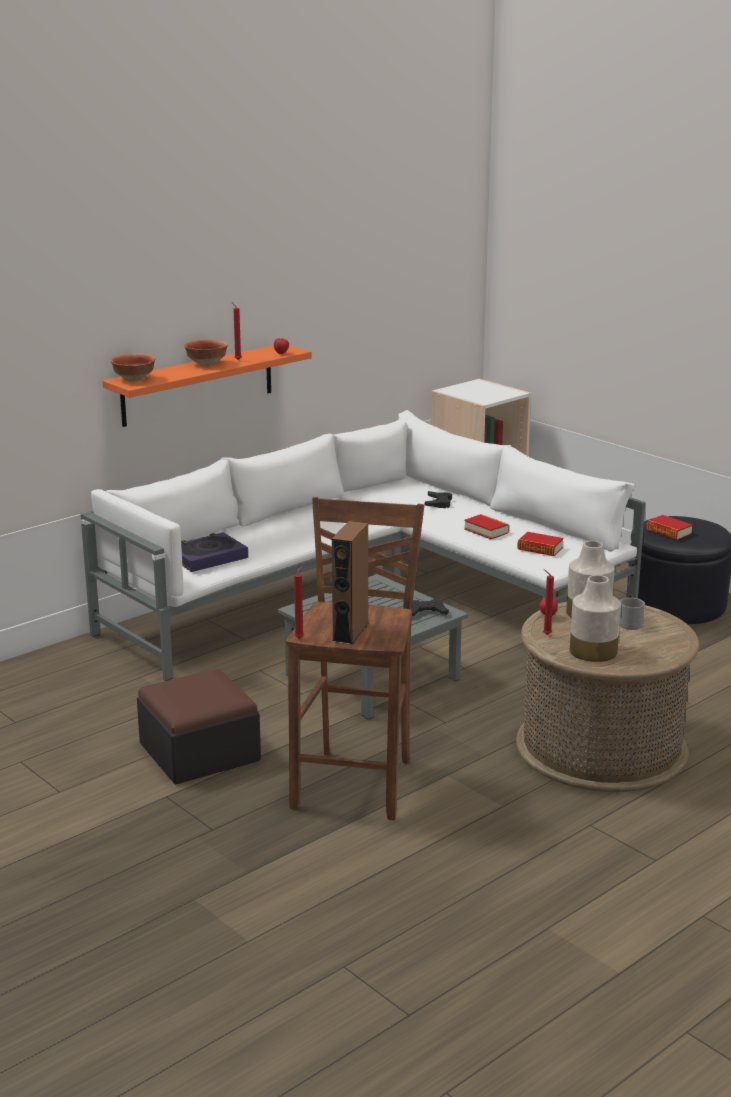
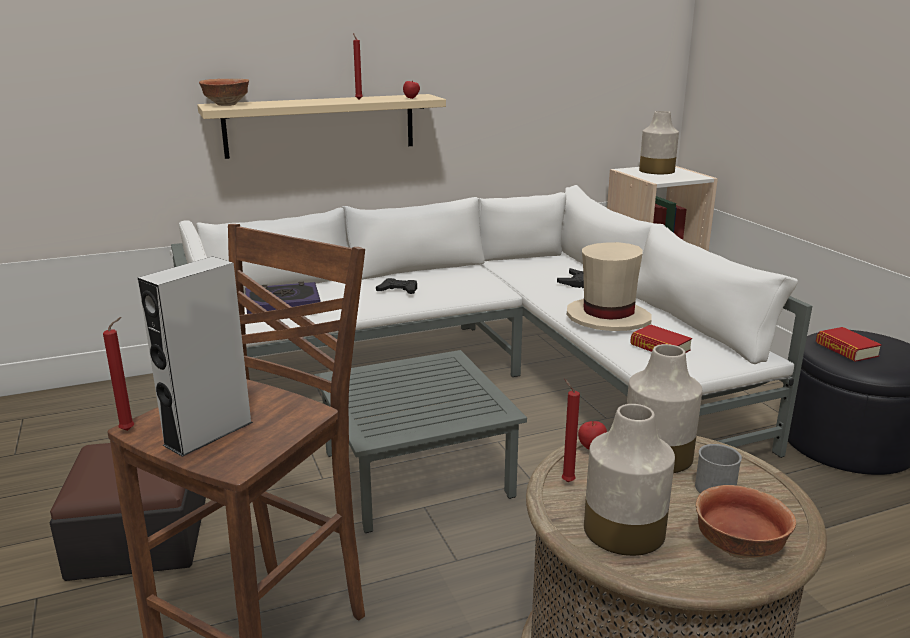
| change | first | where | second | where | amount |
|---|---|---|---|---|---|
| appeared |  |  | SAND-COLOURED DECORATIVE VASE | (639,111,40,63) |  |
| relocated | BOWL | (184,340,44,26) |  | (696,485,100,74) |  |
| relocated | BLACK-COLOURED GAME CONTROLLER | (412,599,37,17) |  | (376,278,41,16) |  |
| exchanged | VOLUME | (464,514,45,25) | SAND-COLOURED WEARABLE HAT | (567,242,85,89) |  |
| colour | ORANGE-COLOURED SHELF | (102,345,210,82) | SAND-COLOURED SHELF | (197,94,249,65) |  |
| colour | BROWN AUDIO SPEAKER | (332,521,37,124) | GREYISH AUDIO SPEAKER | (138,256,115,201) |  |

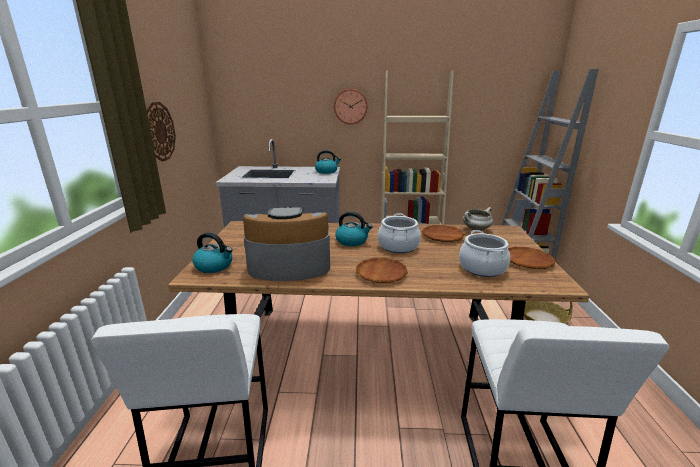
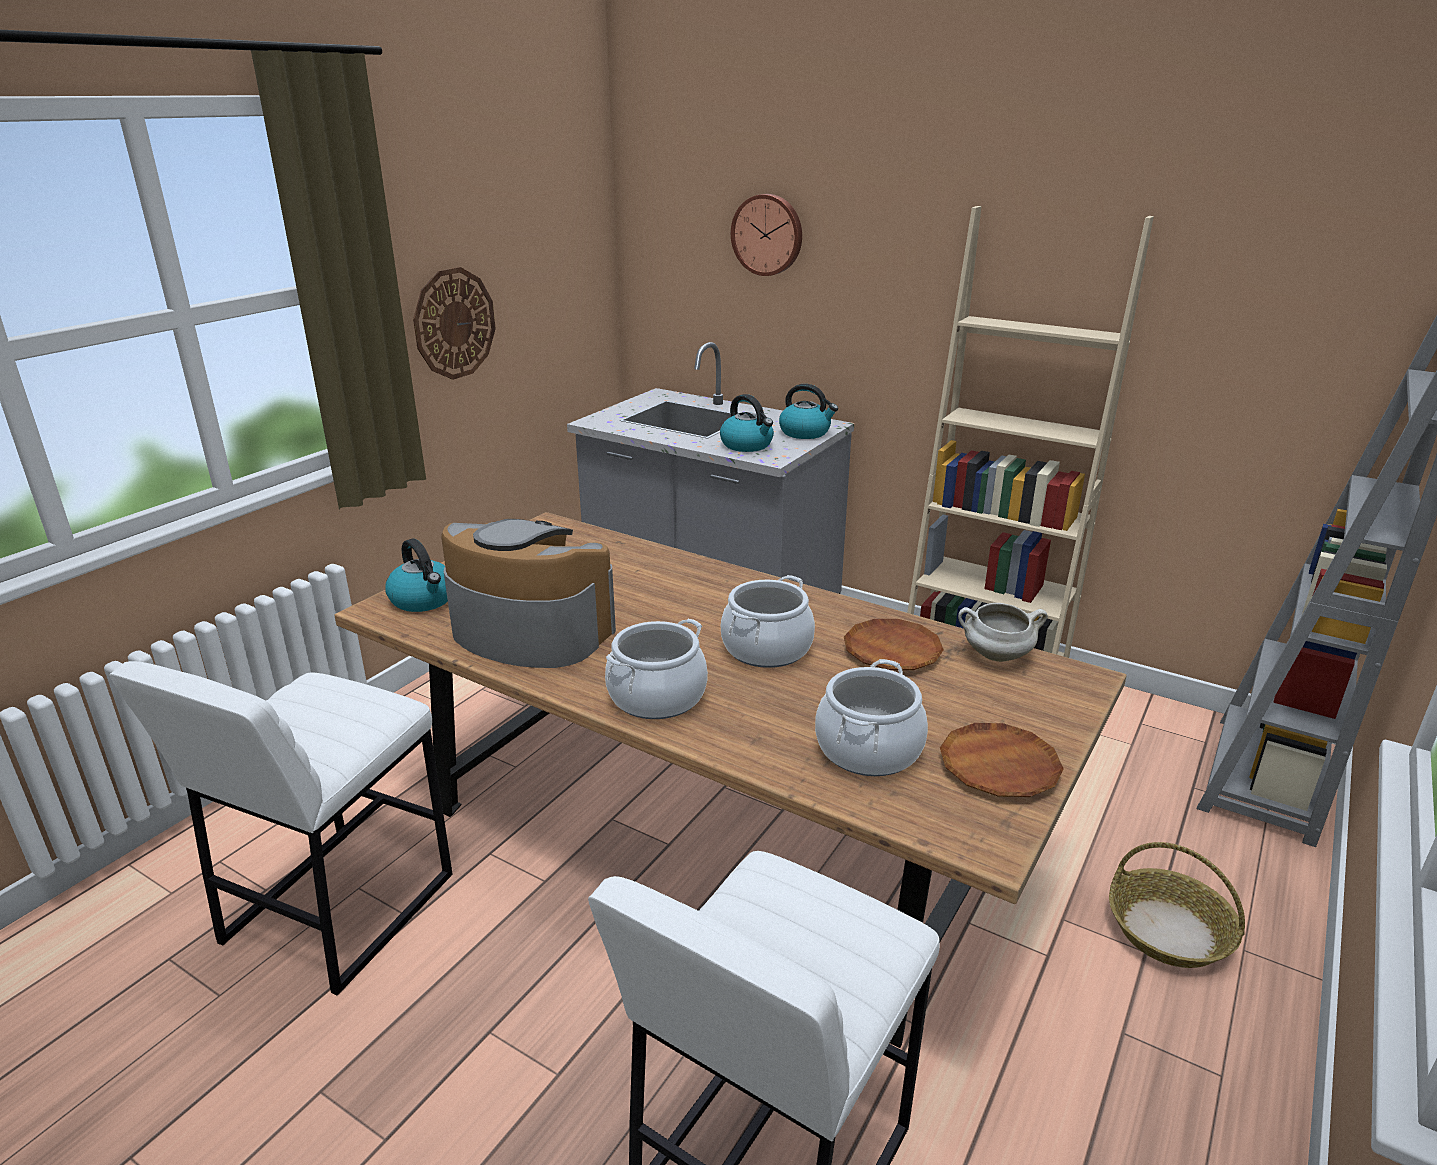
| change | first | where | second | where | amount |
|---|---|---|---|---|---|
| relocated | WALL CLOCK | (334,89,33,35) |  | (731,194,71,82) |  |
| relocated | TEA KETTLE | (335,212,38,34) |  | (720,394,54,58) |  |
| exchanged | BROWN FLAT DISH | (356,258,52,25) | STOCKPOT | (605,619,103,100) |  |

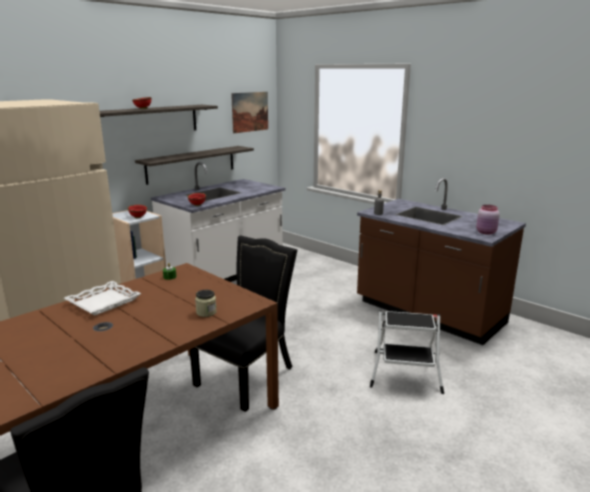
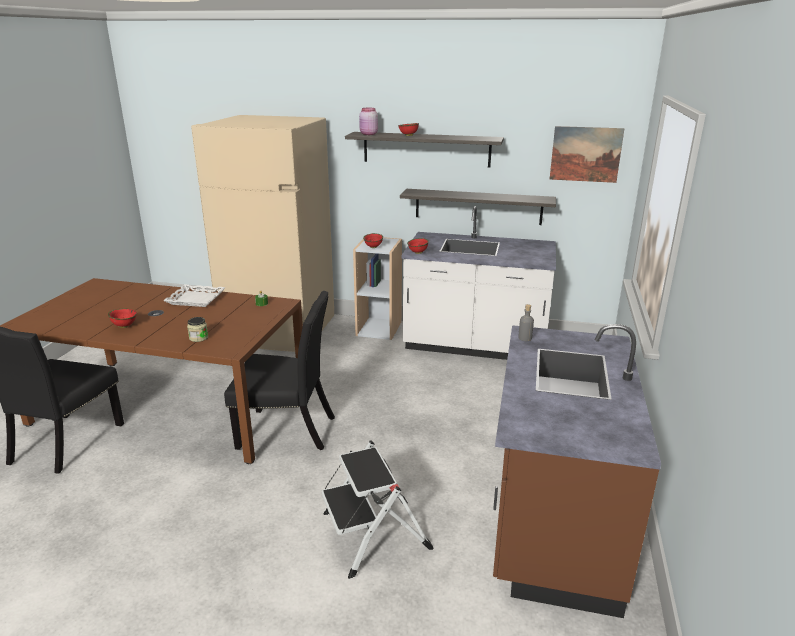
| change | first | where | second | where | amount |
|---|---|---|---|---|---|
| appeared |  |  | REDDISH BOWL | (108,308,29,20) |  |
| relocated | PINK-COLOURED PRESERVE JAR | (476,205,24,30) |  | (359,108,19,27) |  |

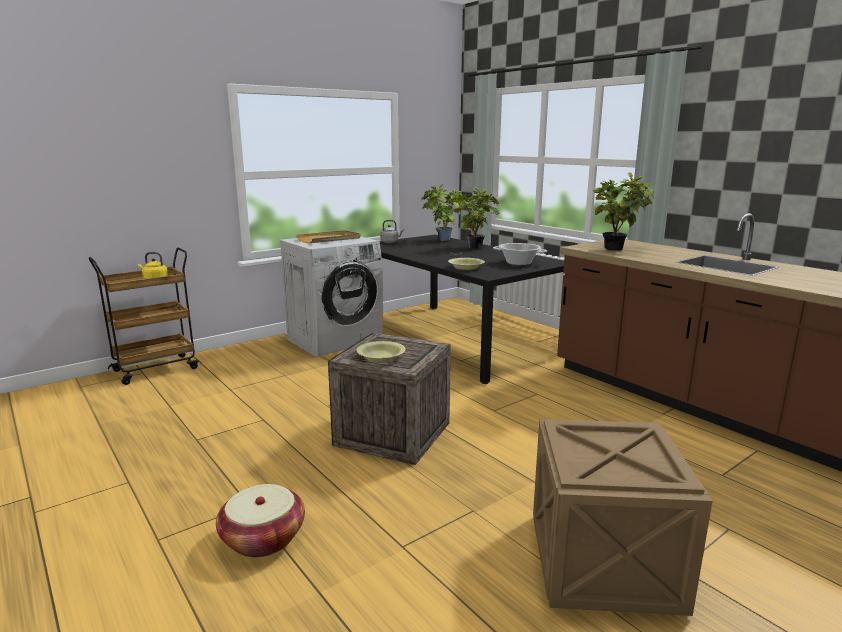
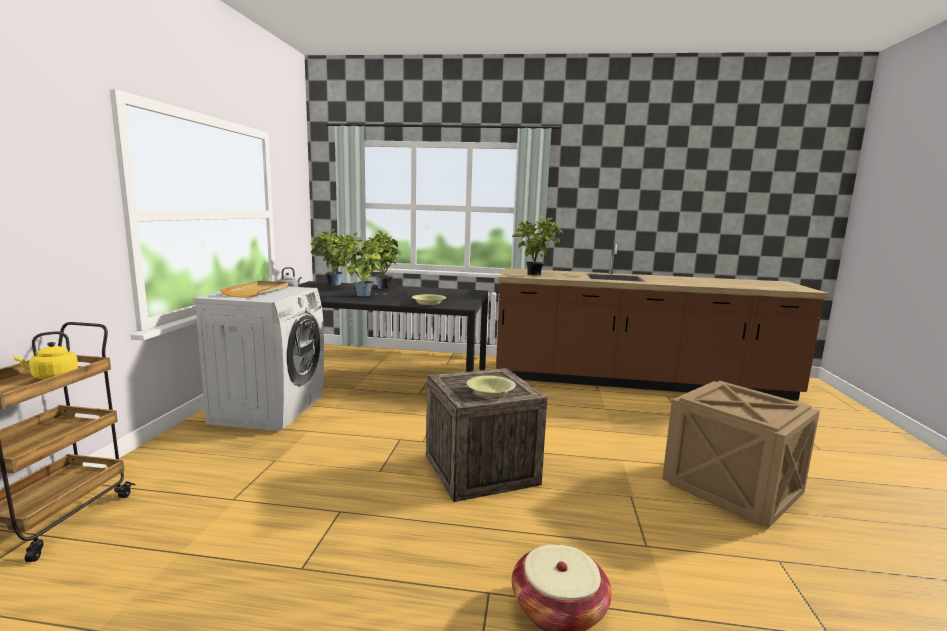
| change | first | where | second | where | amount |
|---|---|---|---|---|---|
| missing | STOCKPOT | (493,243,54,22) |  |  |  |
| appeared |  |  | POTTED PLANT | (333,233,51,64) |  |

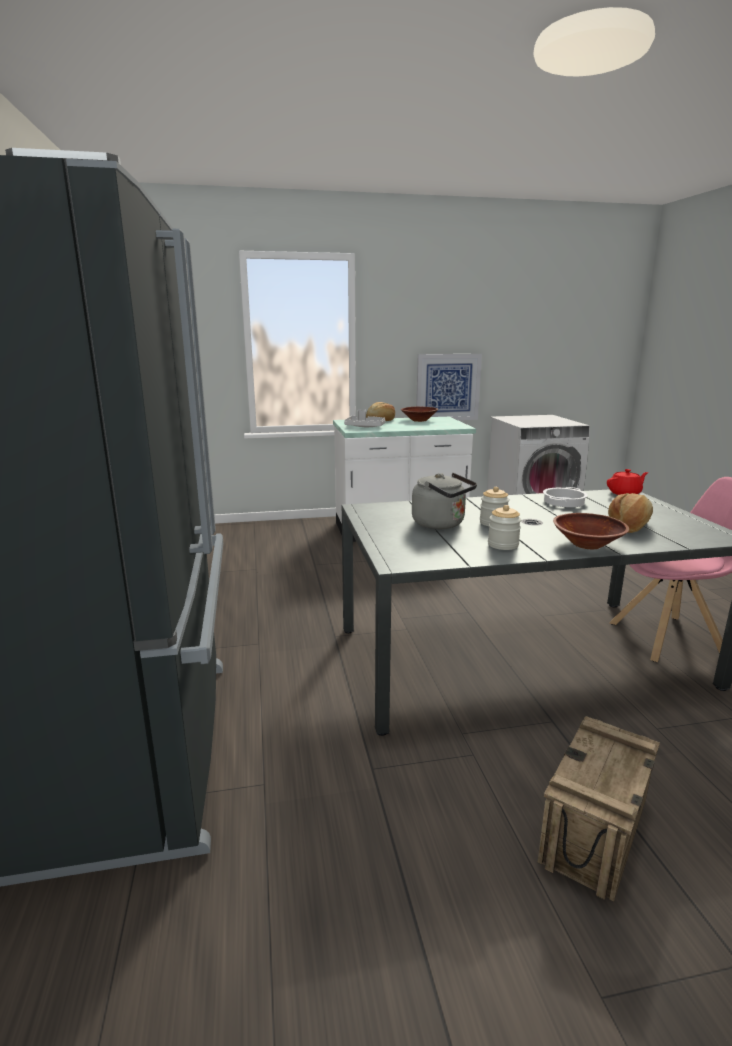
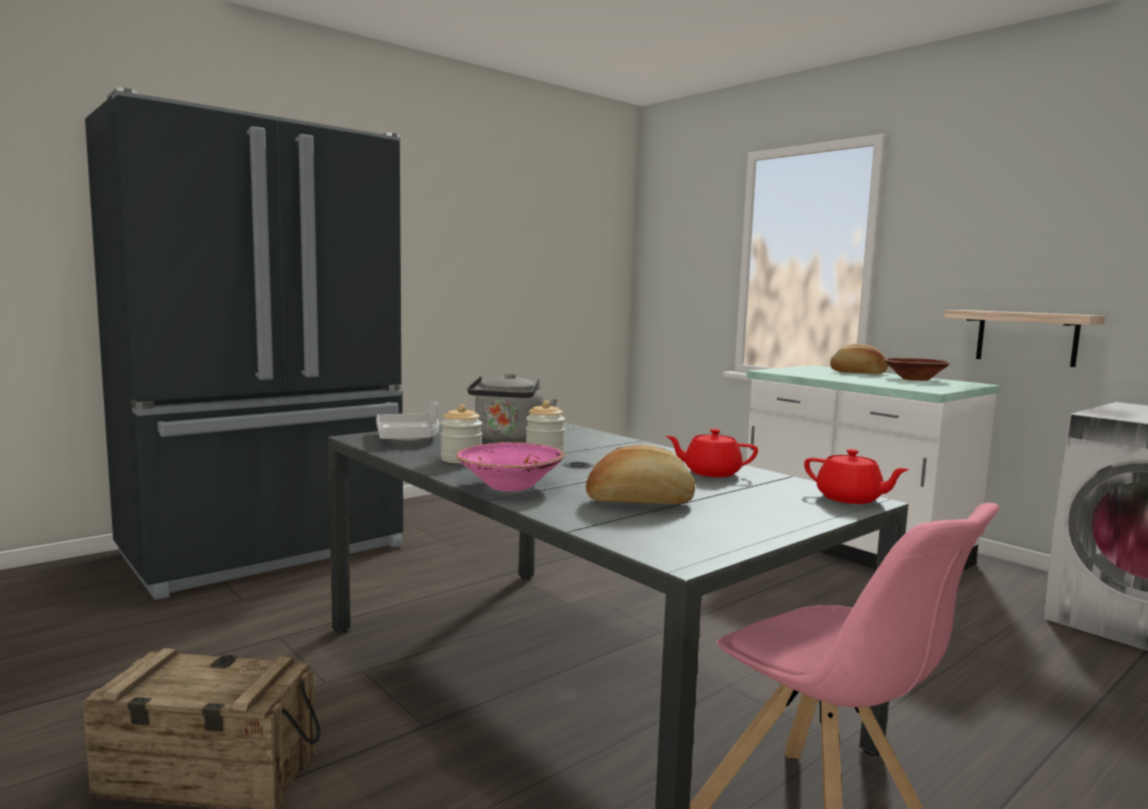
| change | first | where | second | where | amount |
|---|---|---|---|---|---|
| relocated | GREYISH TRAY | (344,409,42,18) |  | (376,402,63,38) |  |
| exchanged | WALL PICTURE | (416,354,66,66) | SHELF | (944,310,161,57) |  |
| exchanged | STOCKPOT | (543,487,45,20) | REDDISH TEAPOT | (666,429,92,48) |  |
| colour | BROWN BOWL | (553,513,76,36) | PINK-COLOURED BOWL | (456,442,109,49) |  |

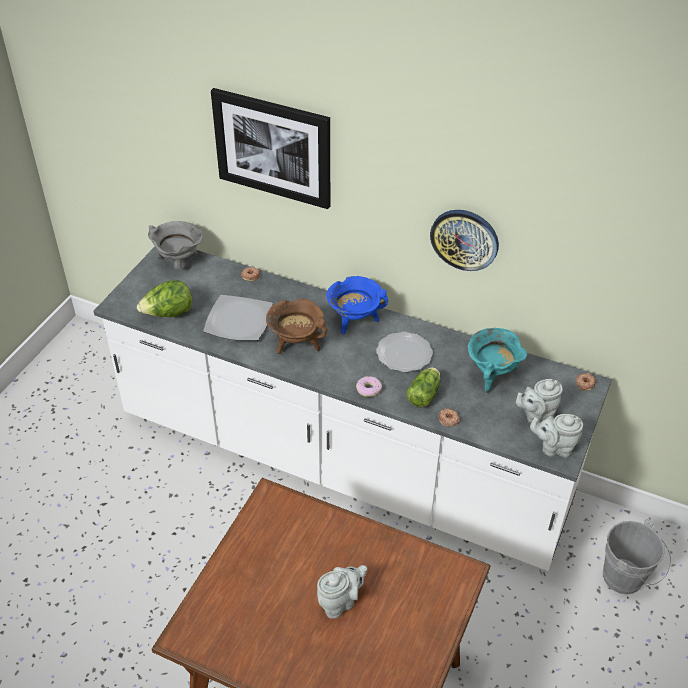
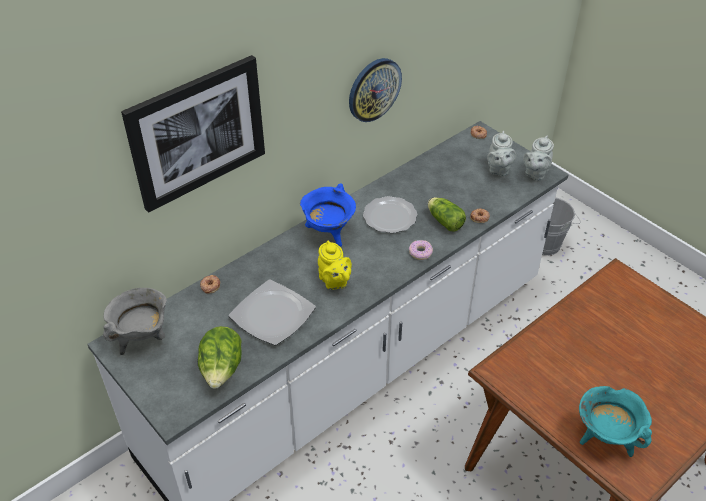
| change | first | where | second | where | amount |
|---|---|---|---|---|---|
| missing | GREYISH TEAPOT | (317,565,51,54) |  |  |  |
| relocated | TURQUOISE STOCKPOT | (468,328,59,65) |  | (579,386,73,71) |  |
| exchanged | BROWN STOCKPOT | (266,298,61,56) | YELLOWISH TEAPOT | (318,241,34,49) |  |

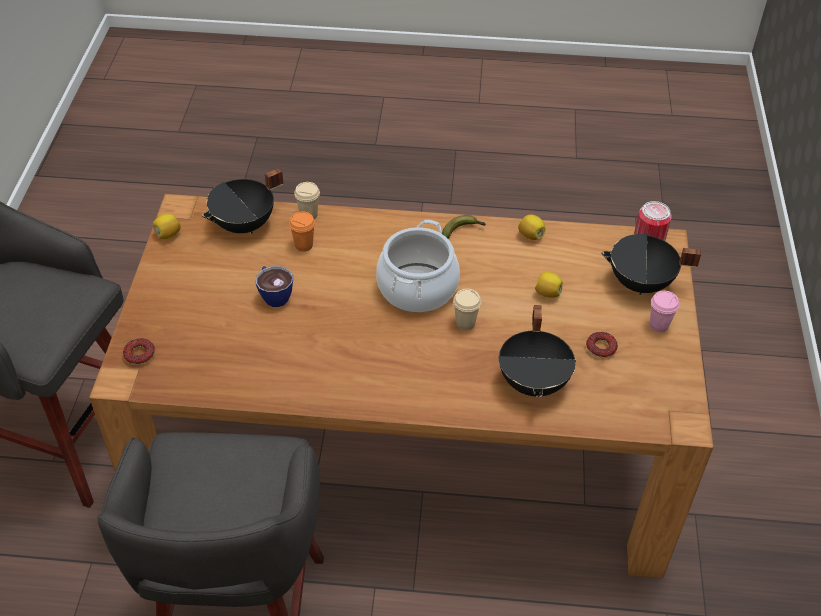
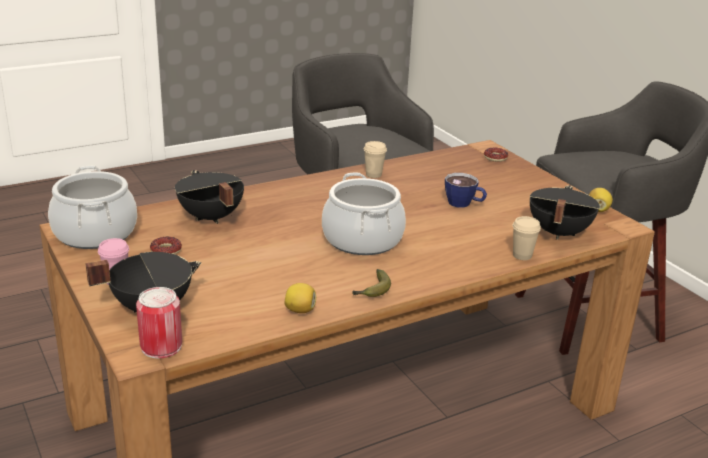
| change | first | where | second | where | amount |
|---|---|---|---|---|---|
| missing | ORANGE-COLOURED CUP | (289,212,26,40) |  |  |  |
| missing | CITRUS FRUIT | (535,272,28,26) |  |  |  |
| appeared |  |  | STOCKPOT | (48,166,89,83) |  |
| relocated | SAND-COLOURED CUP | (453,289,28,42) |  | (364,141,23,37) |  |

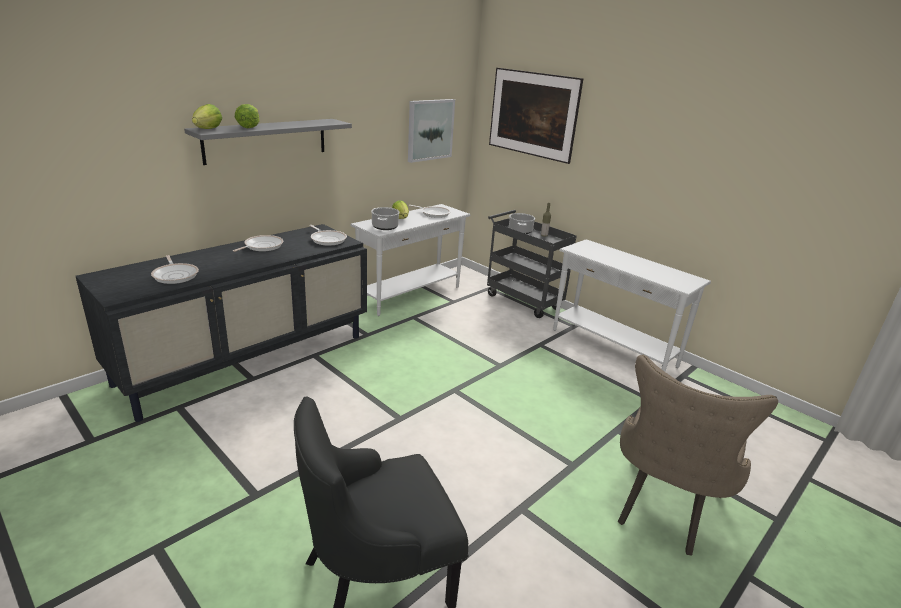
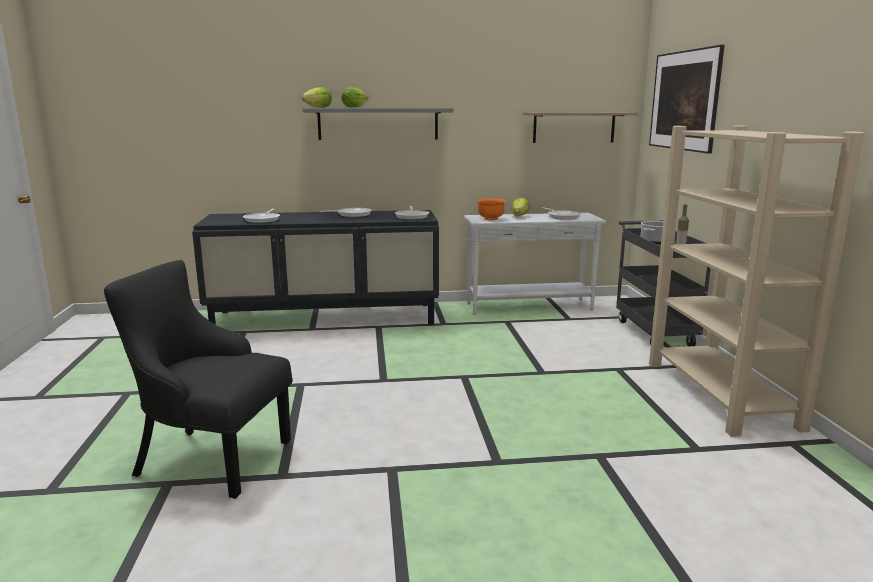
| change | first | where | second | where | amount |
|---|---|---|---|---|---|
| missing | SAND-COLOURED CHAIR | (618,355,160,201) |  |  |  |
| exchanged | STOCKPOT | (371,207,29,23) | ORANGE-COLOURED BOWL | (477,198,29,22) |  |
| exchanged | WALL PICTURE | (408,99,47,64) | SHELF | (523,112,115,31) |  |
| exchanged | WHITE CONSOLE TABLE | (553,239,158,133) | SAND-COLOURED BOOKSHELF | (649,126,215,311) |  |

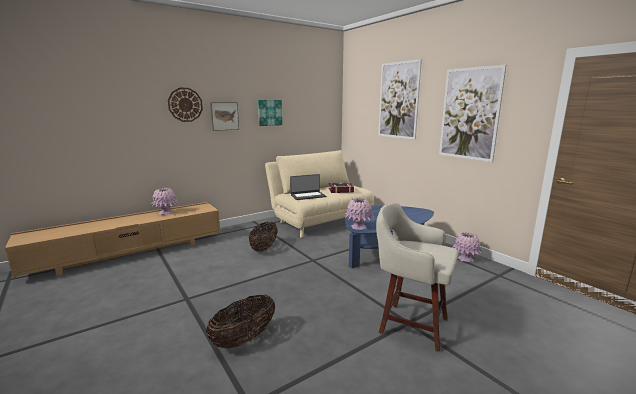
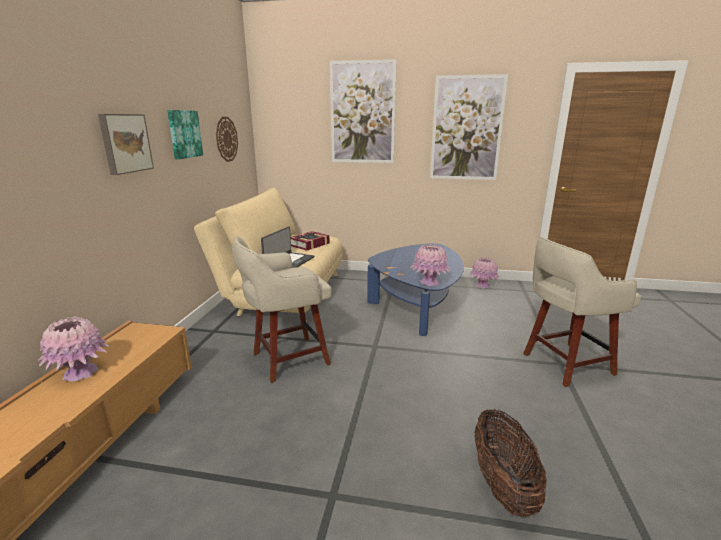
| change | first | where | second | where | amount |
|---|---|---|---|---|---|
| relocated | WALL CLOCK | (168,88,35,34) |  | (216,117,22,45) |  |
| exchanged | BASKET | (249,222,29,30) | SAND-COLOURED STOOL | (232,237,100,146) |  |

